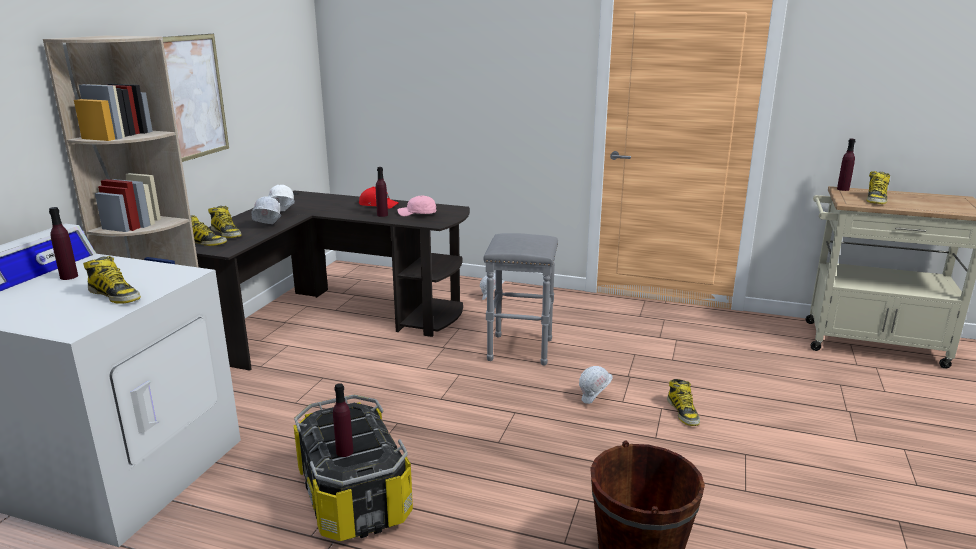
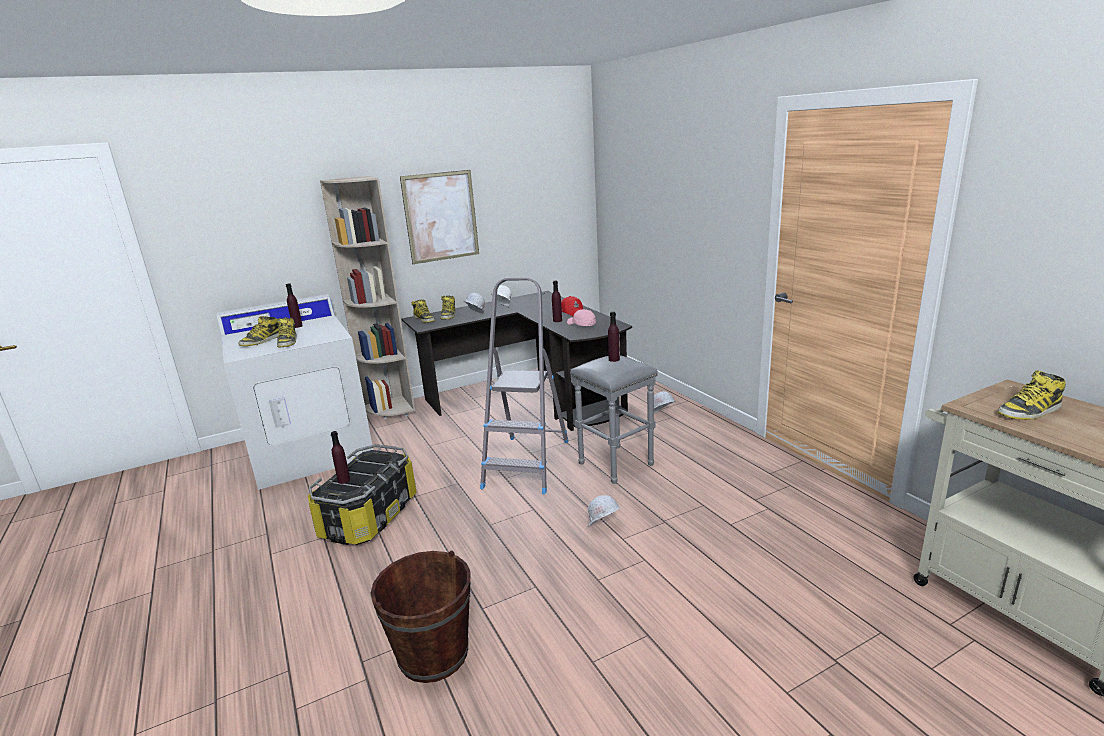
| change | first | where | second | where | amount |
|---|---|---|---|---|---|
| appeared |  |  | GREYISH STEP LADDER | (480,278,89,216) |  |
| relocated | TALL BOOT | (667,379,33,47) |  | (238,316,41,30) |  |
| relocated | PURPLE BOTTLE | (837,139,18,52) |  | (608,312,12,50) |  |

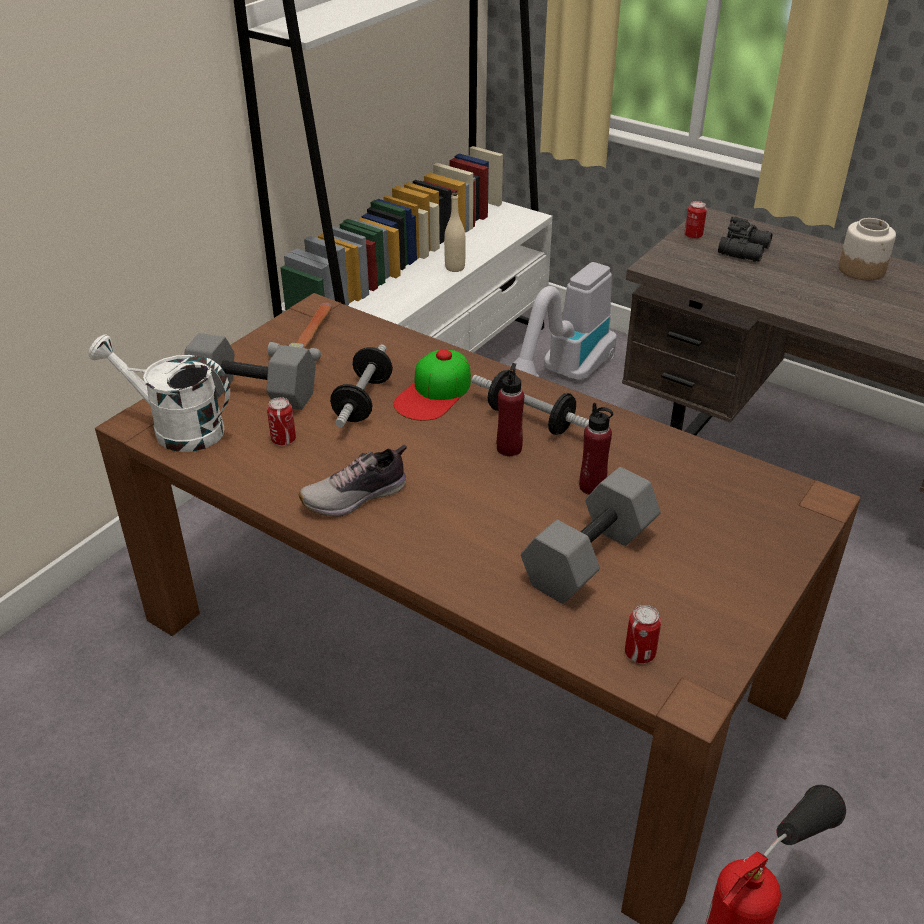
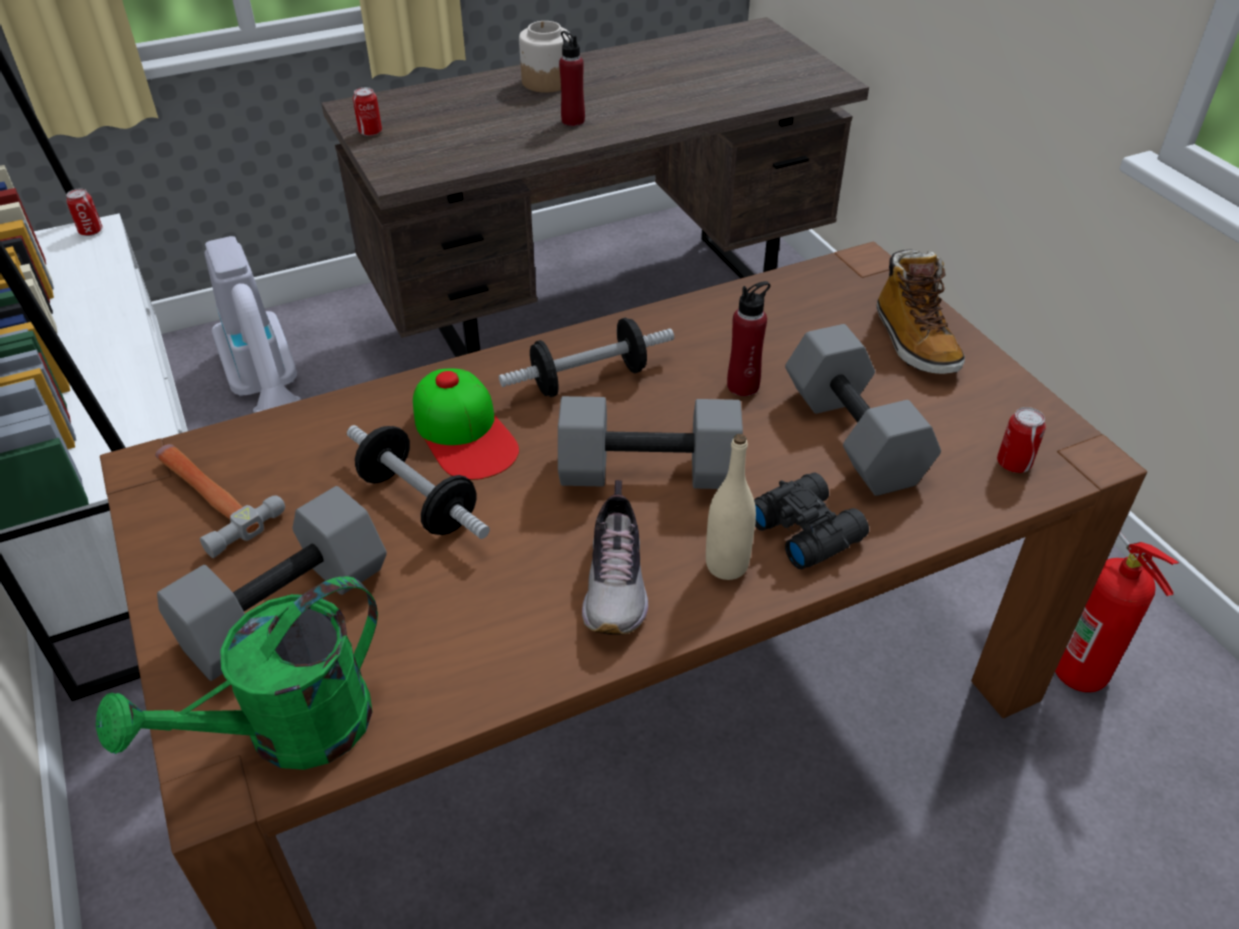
| change | first | where | second | where | amount |
|---|---|---|---|---|---|
| appeared |  |  | GREYISH HAND WEIGHT | (558,396,185,93) |  |
| appeared |  |  | TALL BOOT | (877,249,88,125) |  |
| relocated | CAN | (267,397,29,48) |  | (66,189,37,47) |  |
| relocated | SAND-COLOURED BOTTLE | (444,192,22,80) |  | (706,434,50,146) |  |
| relocated | REDDISH BOTTLE | (497,363,28,93) |  | (559,31,26,95) |  |
| relocated | BLACK-COLOURED FIELD GLASSES | (718,217,54,45) |  | (754,473,115,96) |  |
| colour | WHITE WATERING CAN | (89,334,141,118) | GREEN WATERING CAN | (96,577,282,193) |  |

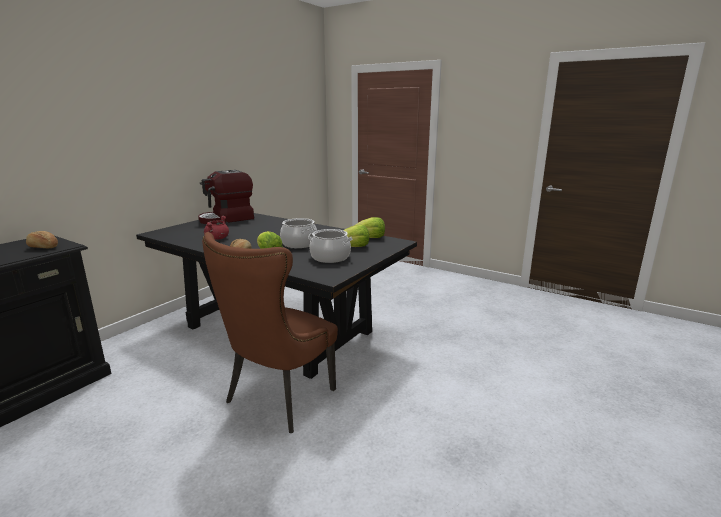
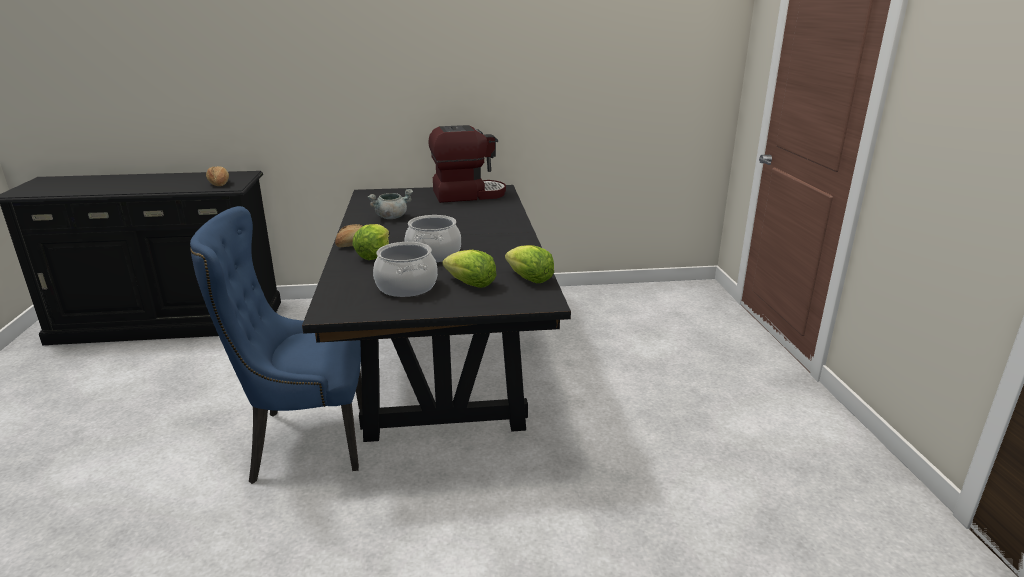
| change | first | where | second | where | amount |
|---|---|---|---|---|---|
| colour | BROWN CHAIR | (202,232,136,201) | BLUE CHAIR | (190,206,172,278) |  |
| colour | REDDISH STOCKPOT | (204,216,25,24) | GREYISH STOCKPOT | (367,189,46,30) |  |
| spun | COFFEE MAKER | (198,170,56,54) |  | (428,125,78,78) | 150 degrees clockwise |

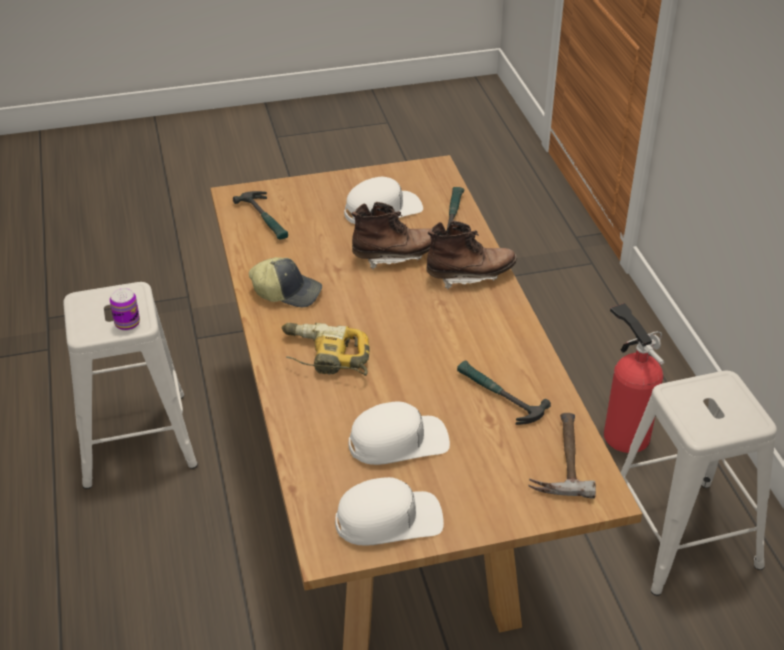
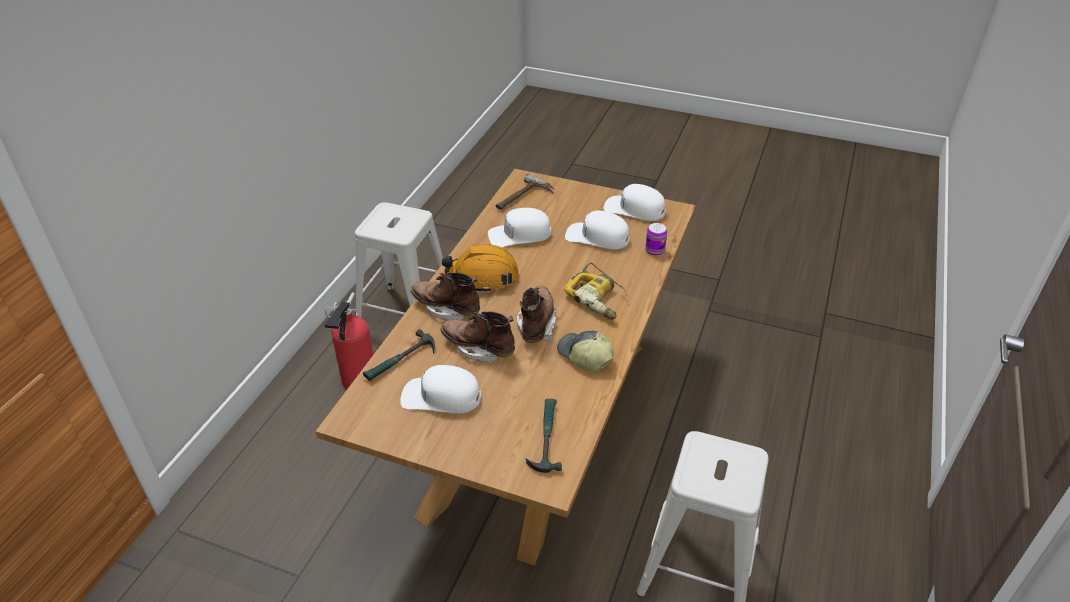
| change | first | where | second | where | amount |
|---|---|---|---|---|---|
| appeared |  |  | ORANGE-COLOURED HARD HAT | (442,244,77,49) |  |
| appeared |  |  | BROWN TALL BOOT | (517,286,40,57) |  |
| relocated | CAN | (110,288,30,43) |  | (645,223,22,33) |  |
| exchanged | TOOL HAMMER | (457,361,94,64) | WHITE CAP | (488,208,64,39) |  |

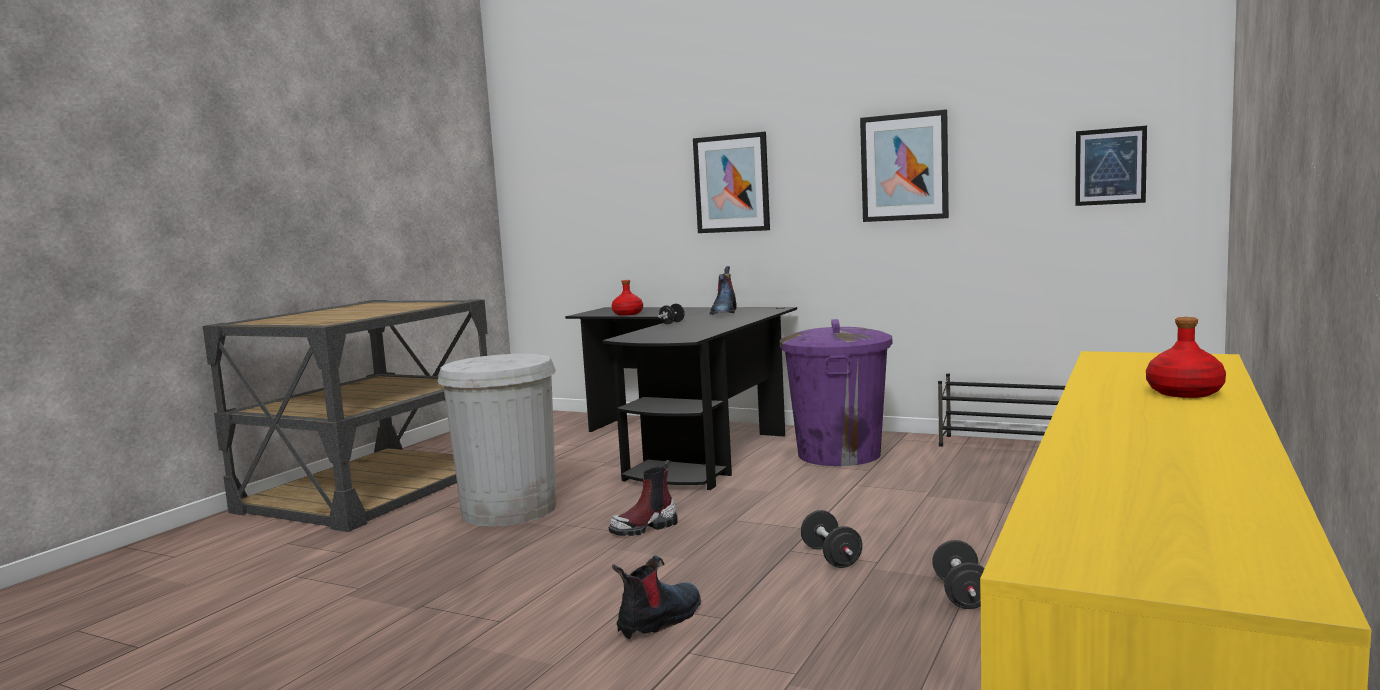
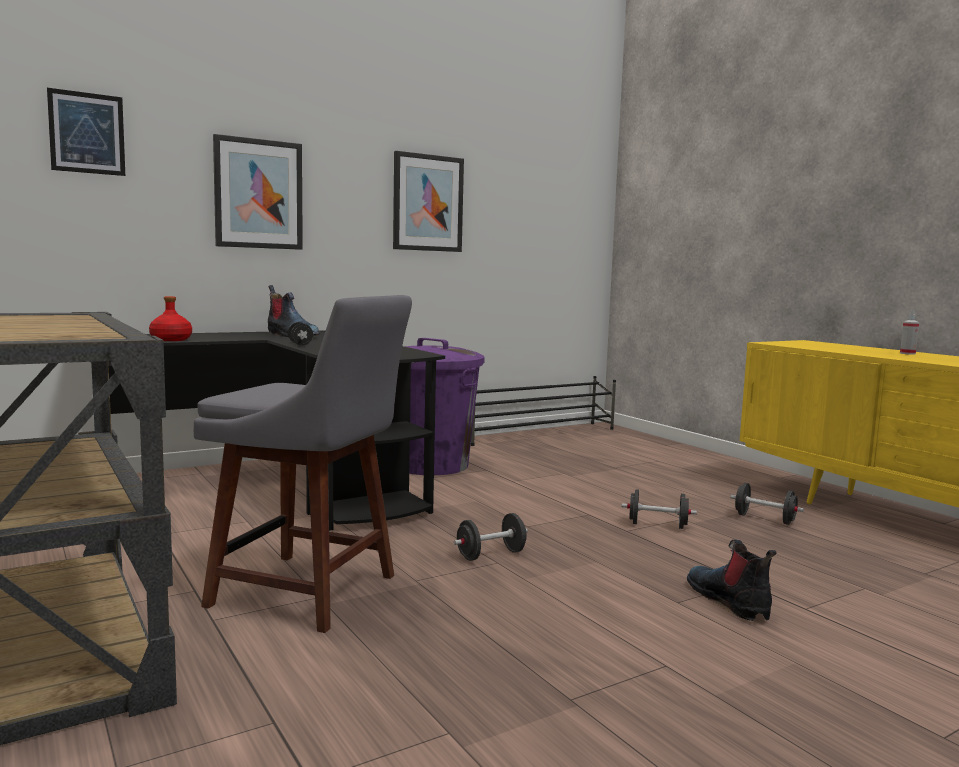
| change | first | where | second | where | amount |
|---|---|---|---|---|---|
| relocated | WALL PICTURE | (1075,126,72,80) |  | (47,88,78,88) |  |
| exchanged | WHITE WASTE BIN | (438,354,118,172) | GREYISH STOOL | (194,295,218,338) |  |
| exchanged | TALL BOOT | (608,460,70,76) | BLACK-COLOURED HAND WEIGHT | (454,513,74,48) |  |
| exchanged | REDDISH BOTTLE | (1146,317,80,81) | HAND SPRAYER | (900,310,19,45) |  |

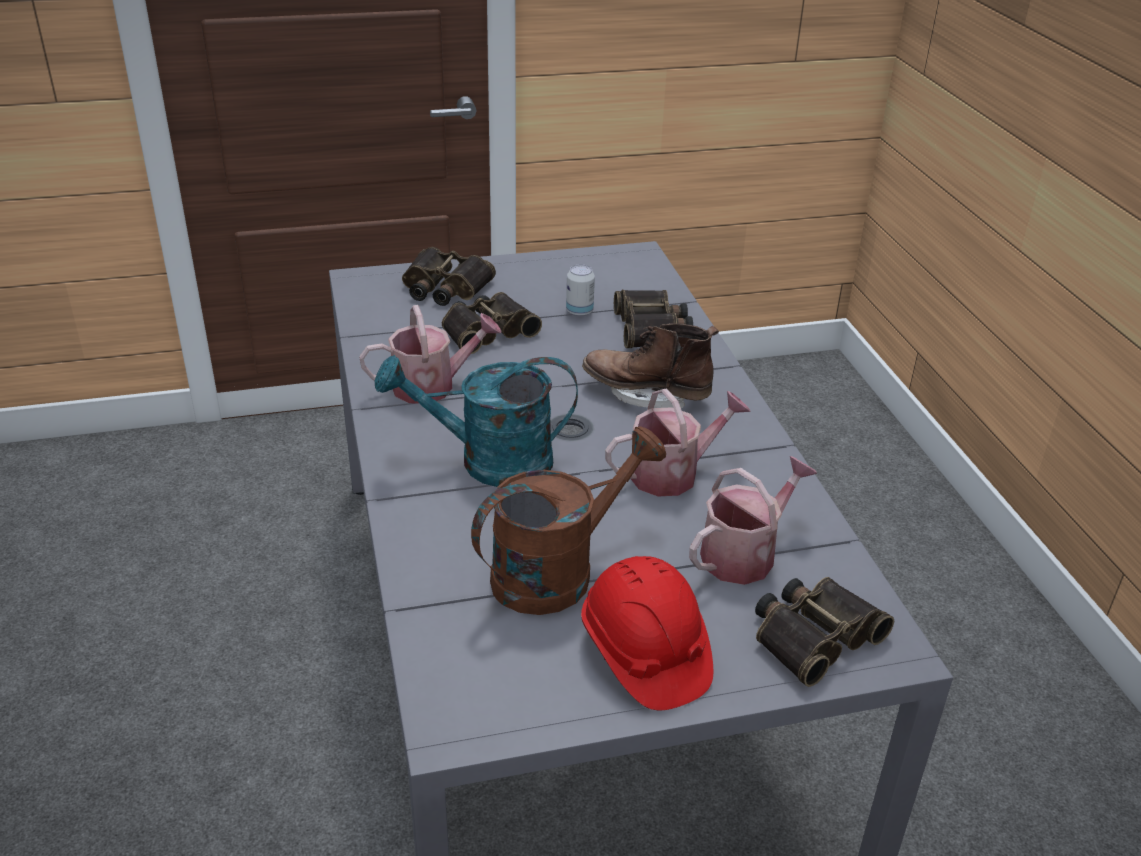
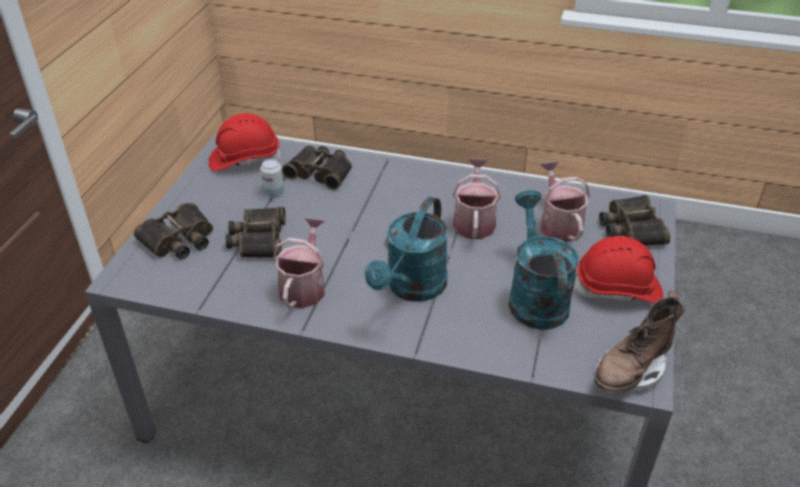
| change | first | where | second | where | amount |
|---|---|---|---|---|---|
| appeared |  |  | REDDISH HARD HAT | (209,113,72,58) |  |
| relocated | BROWN TALL BOOT | (582,323,137,85) |  | (594,291,91,102) |  |
| colour | BROWN WATERING CAN | (471,426,195,189) | TURQUOISE WATERING CAN | (508,190,71,140) |  |

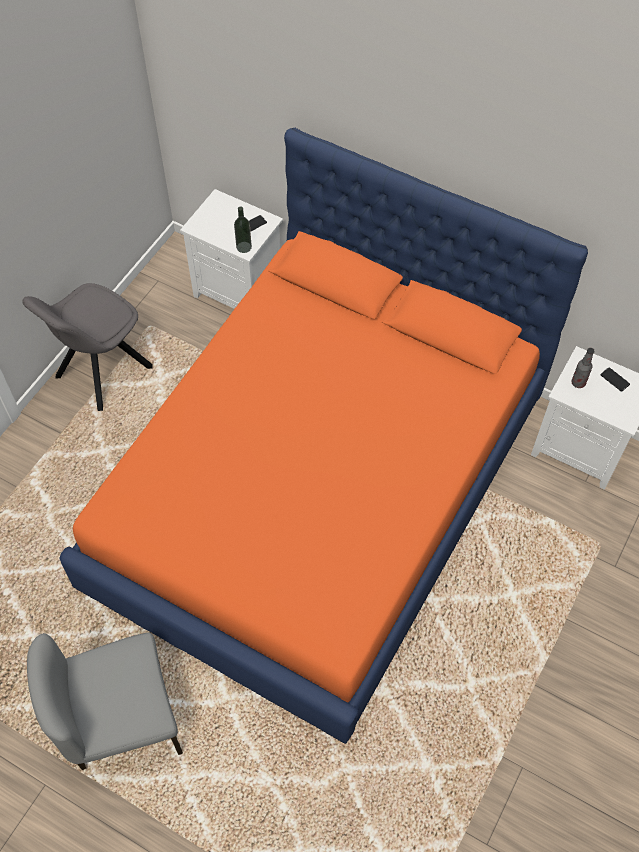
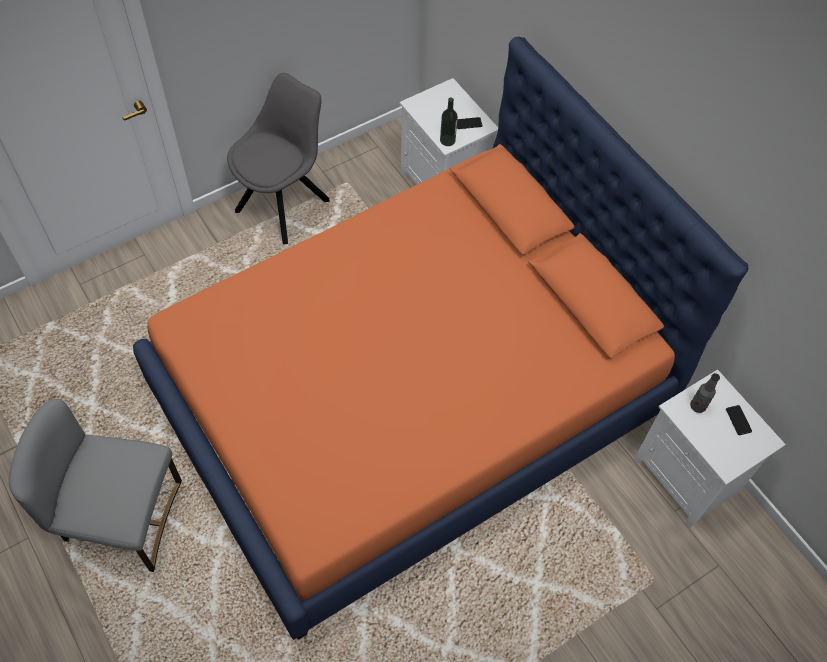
| change | first | where | second | where | amount |
|---|---|---|---|---|---|
| spun | GREYISH CHAIR | (22,283,131,128) |  | (227,73,103,171) | 150 degrees clockwise |

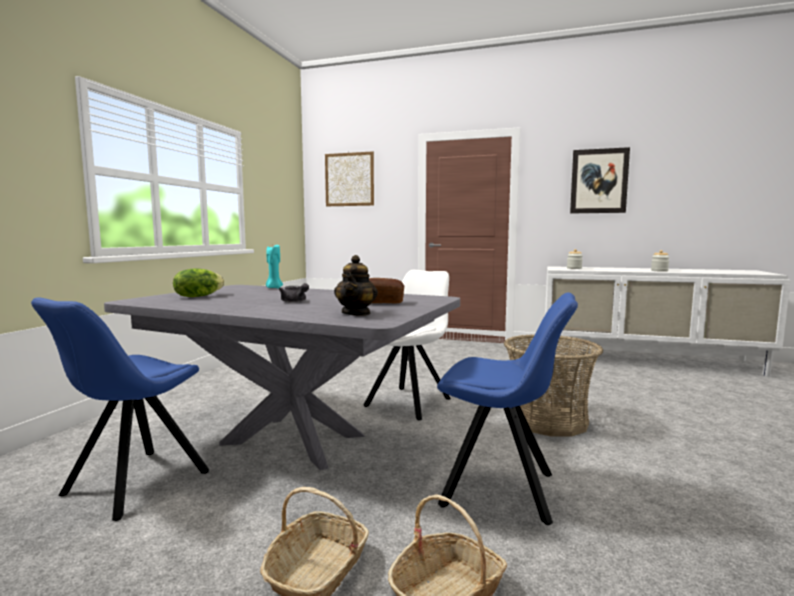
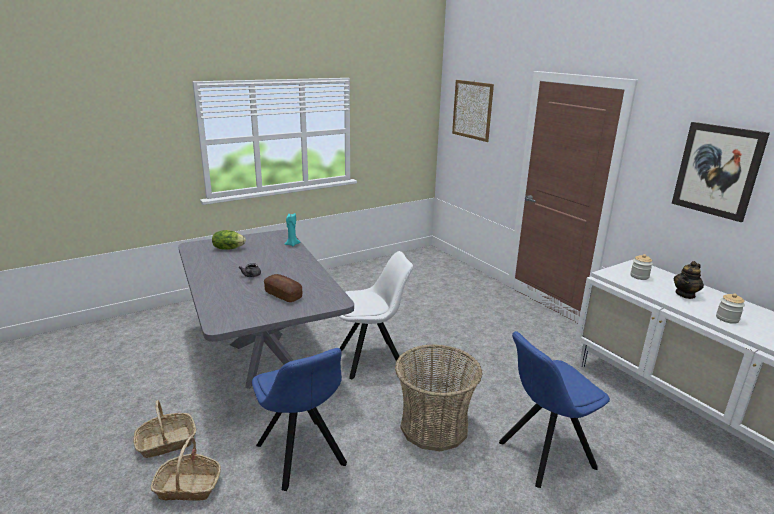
| change | first | where | second | where | amount |
|---|---|---|---|---|---|
| relocated | BLUE CHAIR | (31,297,178,224) |  | (499,331,111,157) |  |
| relocated | TEAPOT | (334,255,44,61) |  | (674,261,30,38) |  |

